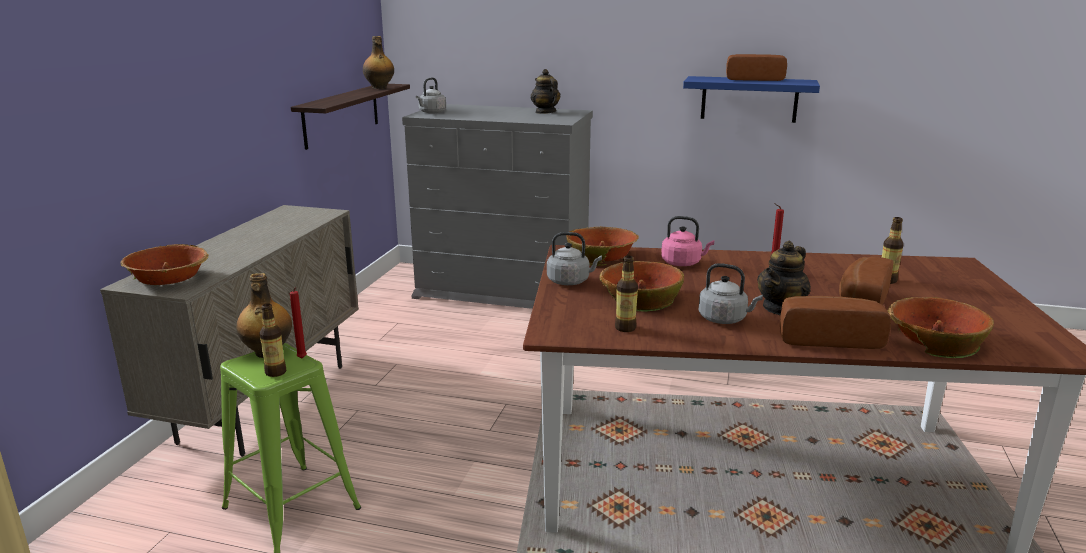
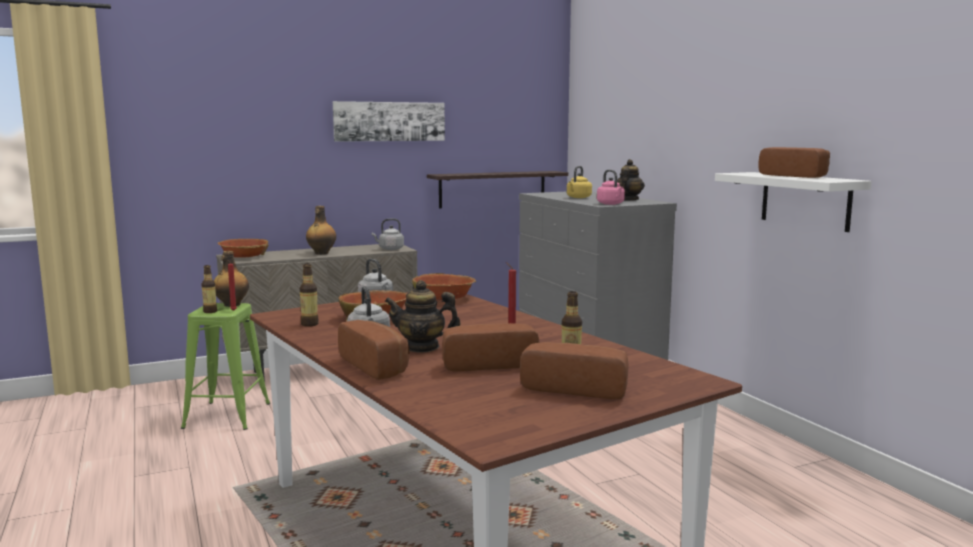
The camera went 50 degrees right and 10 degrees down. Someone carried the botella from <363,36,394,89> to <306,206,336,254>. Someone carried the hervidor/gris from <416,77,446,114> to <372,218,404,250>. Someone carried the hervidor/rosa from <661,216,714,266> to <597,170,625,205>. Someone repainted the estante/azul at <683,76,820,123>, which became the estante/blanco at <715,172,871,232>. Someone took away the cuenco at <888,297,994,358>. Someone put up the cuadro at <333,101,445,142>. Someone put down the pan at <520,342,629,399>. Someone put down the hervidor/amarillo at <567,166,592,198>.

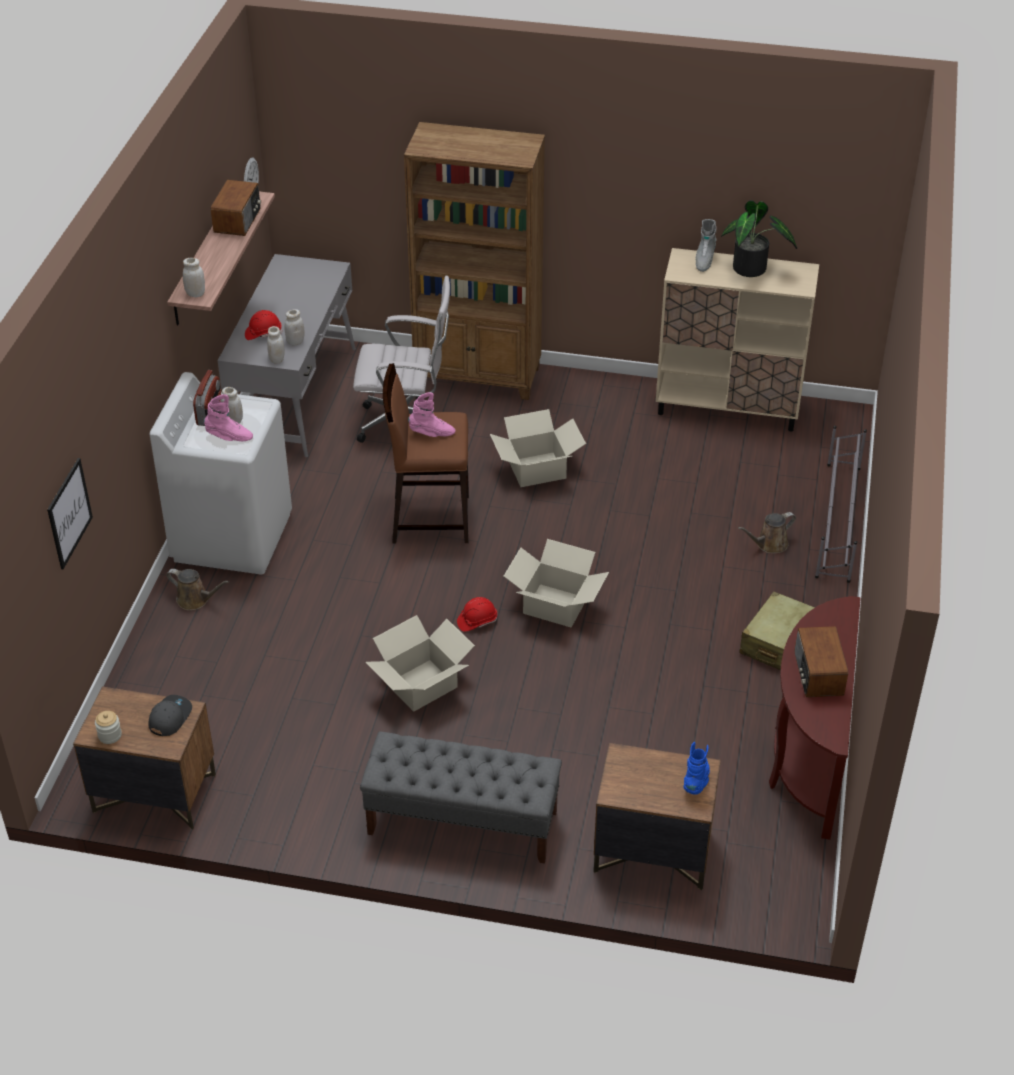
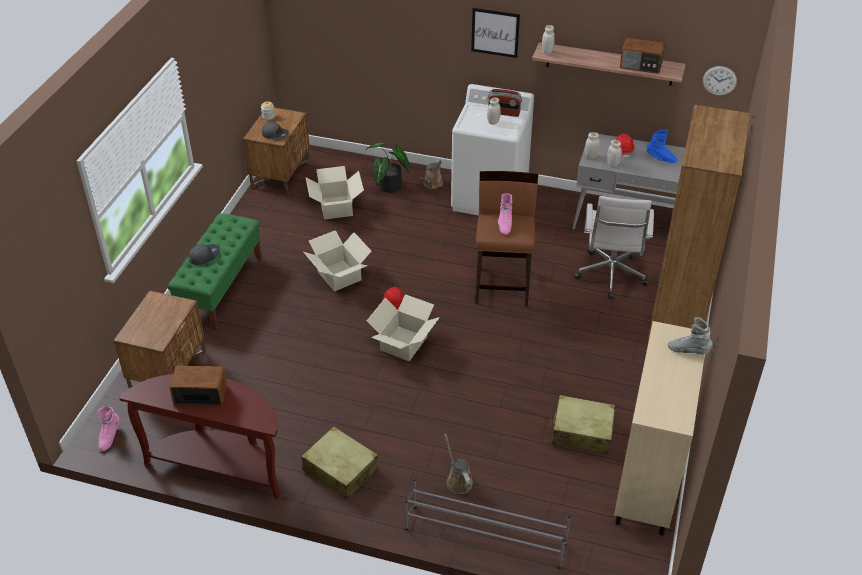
The camera went 95 degrees right and 0 degrees up. Someone carried the cuadro from <47,458,93,569> to <471,8,520,58>. Someone carried the bota/rosa from <204,394,253,441> to <97,406,120,451>. Someone repainted the banco/gris at <360,731,562,864>, which became the banco/verde at <167,213,262,330>. Someone carried the caja de cartón from <490,409,586,487> to <306,166,364,220>. Someone carried the bota/azul from <683,742,710,795> to <647,129,677,163>. Someone carried the planta en maceta from <721,200,797,277> to <366,142,409,192>. Someone put down the gorra/gris at <188,244,220,265>. Someone put down the maleta/beis at <551,395,615,454>.

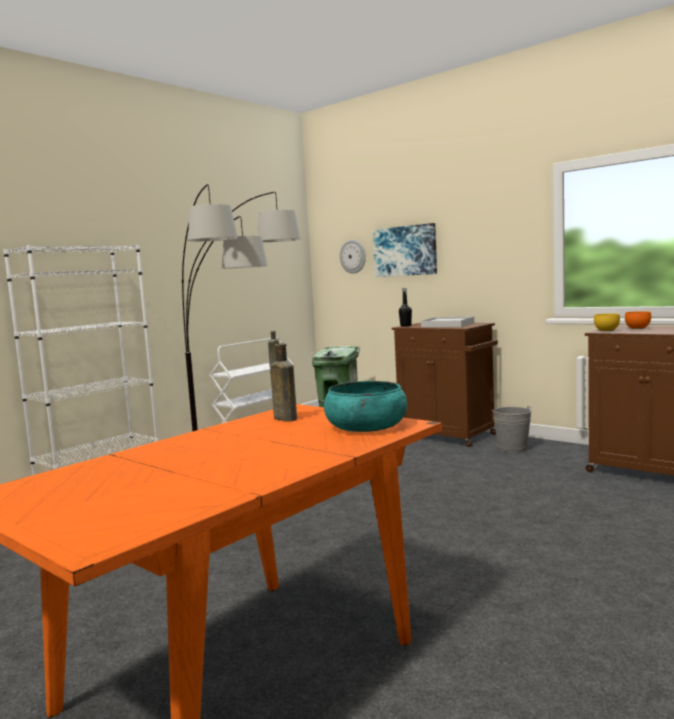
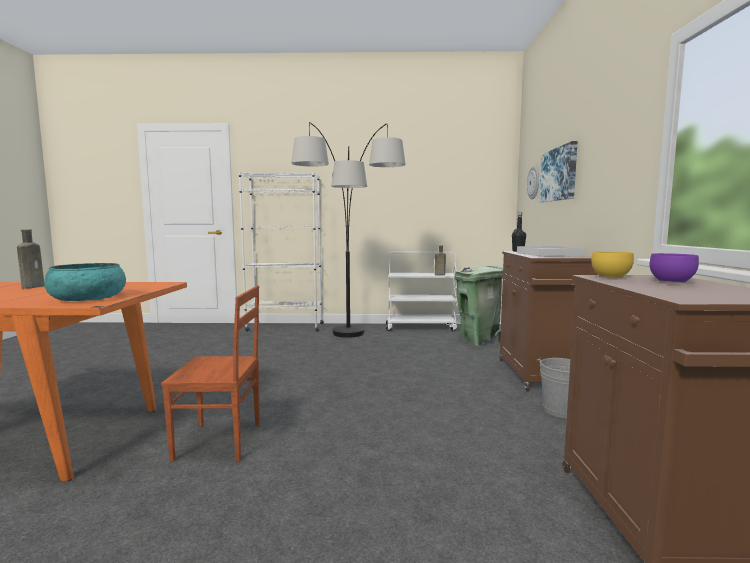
The camera went 50 degrees right and 0 degrees up. Someone carried the botella/marrón from <270,343,297,422> to <17,229,44,289>. Someone repainted the cuenco/naranja at <625,311,651,329>, which became the cuenco/morado at <650,253,699,283>. Someone put down the silla/marrón at <161,285,260,462>.

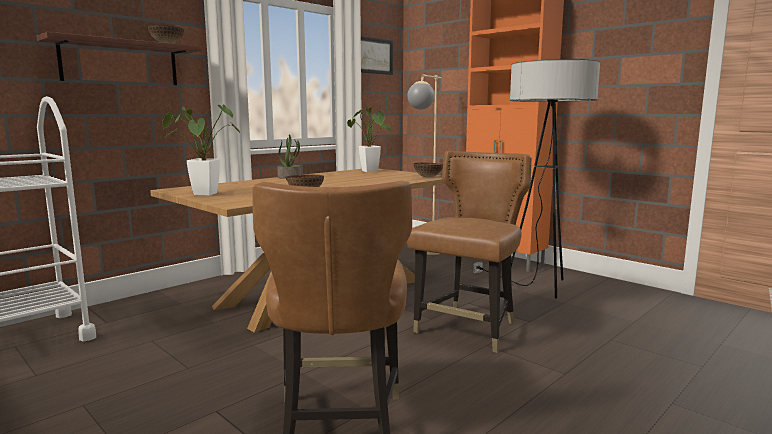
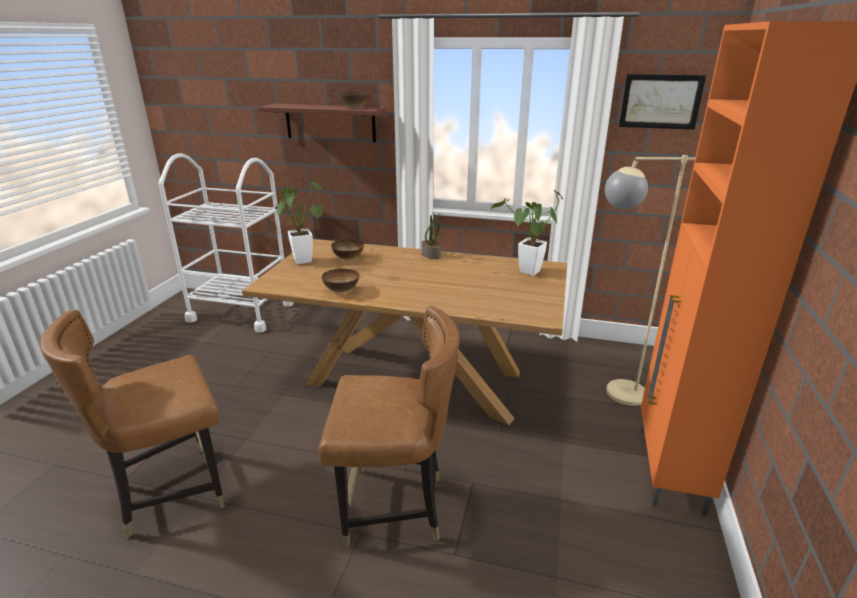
The camera went 60 degrees right and 15 degrees up. Someone carried the cuenco from <413,162,443,178> to <331,239,364,260>. Someone took away the lámpara de pie at <473,59,600,299>.

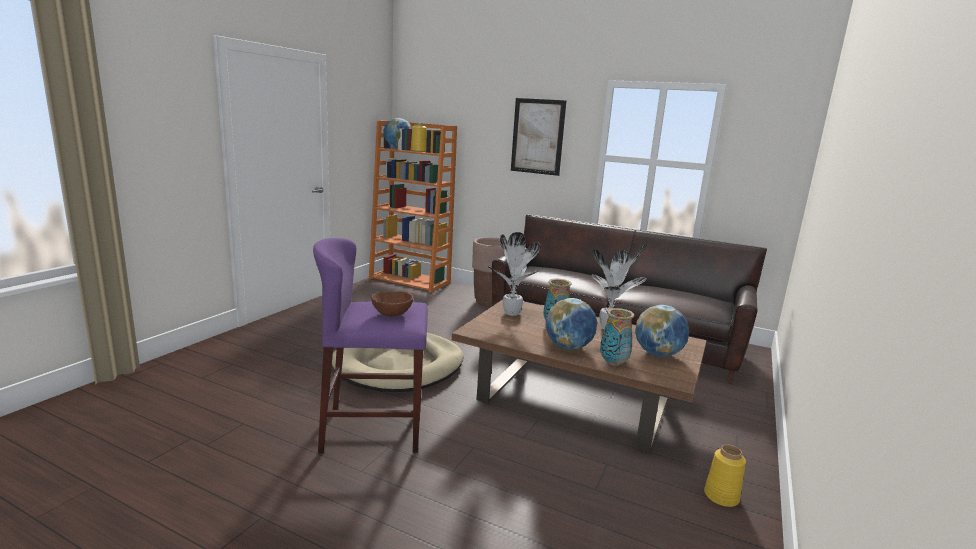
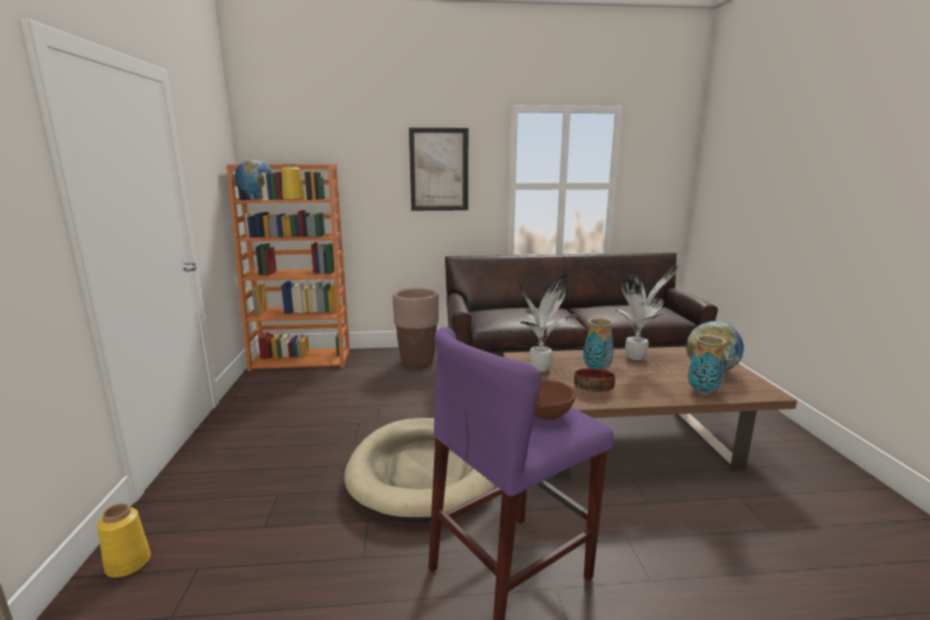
The camera went 30 degrees left and 0 degrees up. Someone took away the globo terráqueo at <545,298,597,350>. Someone carried the florero/amarillo from <704,444,746,507> to <97,503,151,578>. Someone put down the cuenco at <574,369,615,392>.

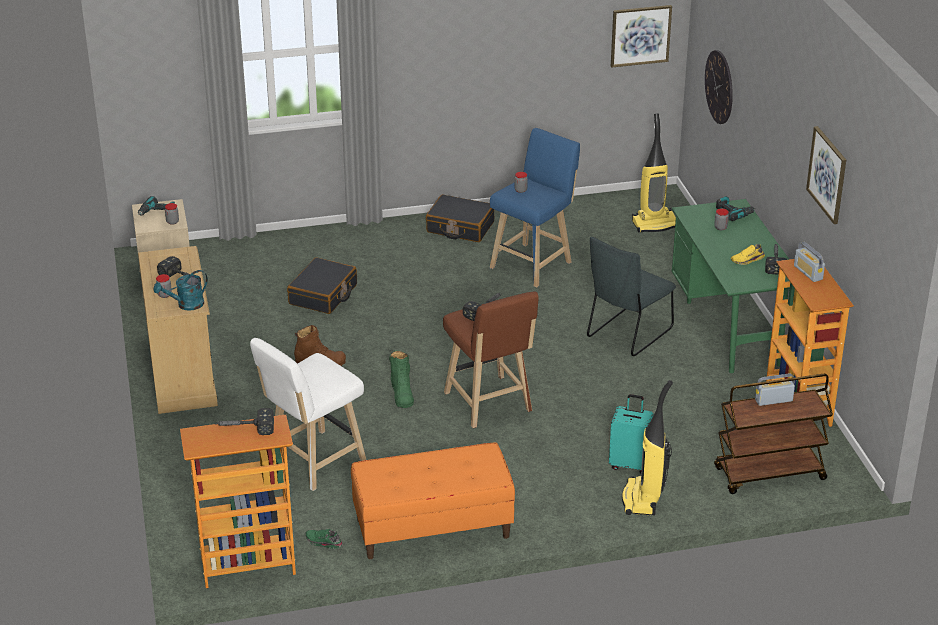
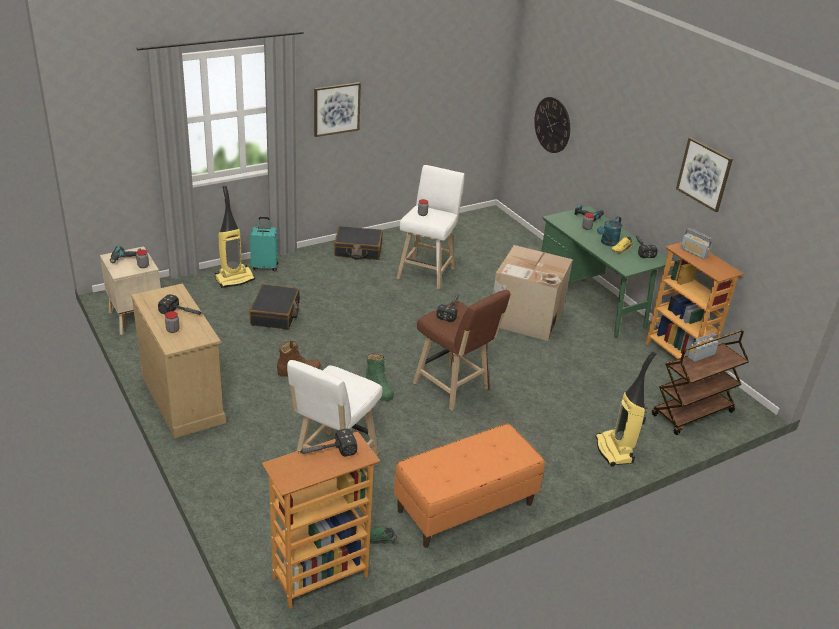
The camera went 20 degrees left and 0 degrees up. Someone carried the regadera/turquesa from <153,270,208,311> to <597,216,622,246>. Someone repainted the taburete/azul at <489,128,580,288>, which became the taburete/blanco at <397,165,465,290>. Someone swapped the silla/gris at <587,237,676,356> for the caja de cartón at <493,245,573,341>. Someone carried the maleta/turquesa from <609,394,653,473> to <250,217,278,271>. Someone carried the cuadro from <611,5,672,67> to <314,82,361,137>. Someone carried the aspiradora from <632,113,676,232> to <215,186,255,288>.

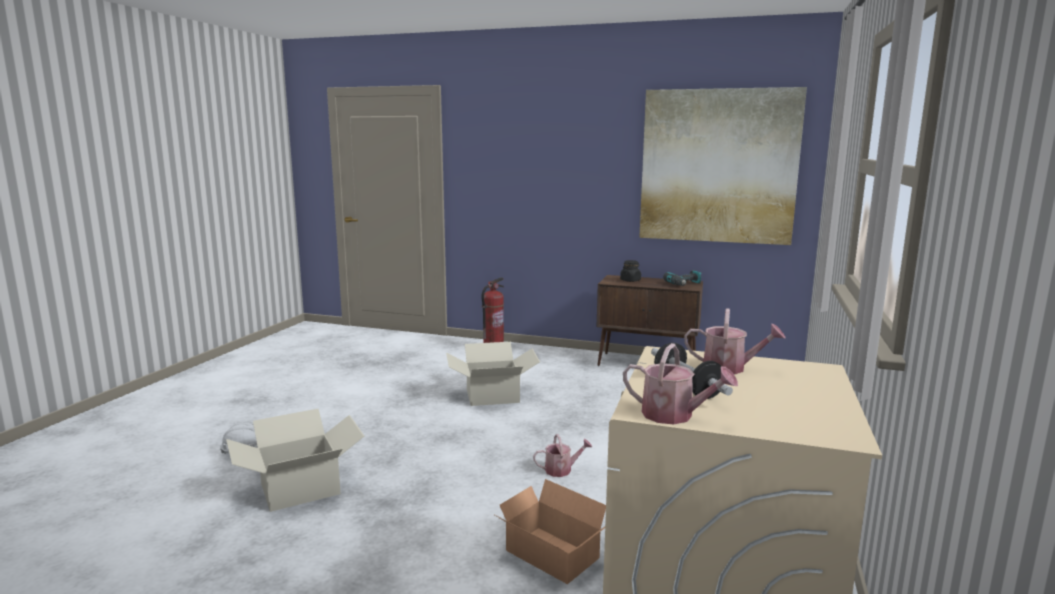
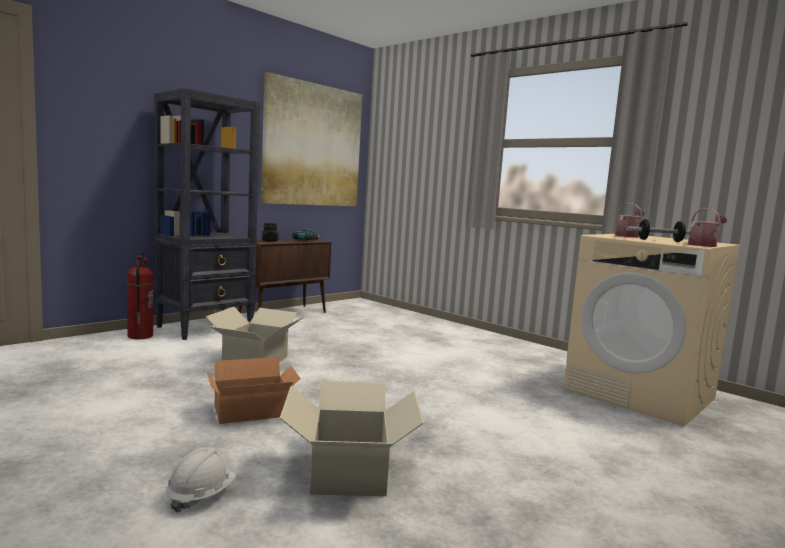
The camera went 65 degrees left and 5 degrees down. Someone carried the caja de cartón from <495,479,606,584> to <206,357,300,424>. Someone took away the regadera at <533,434,592,477>. Someone put down the estantería/negro at <154,88,260,340>.

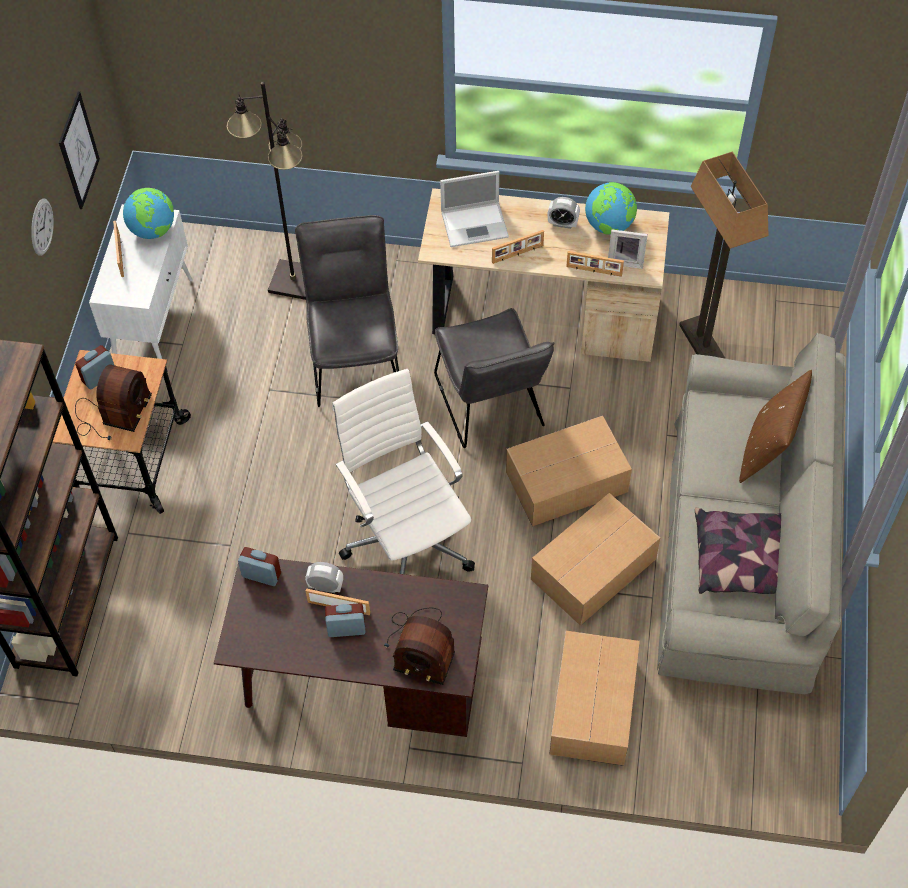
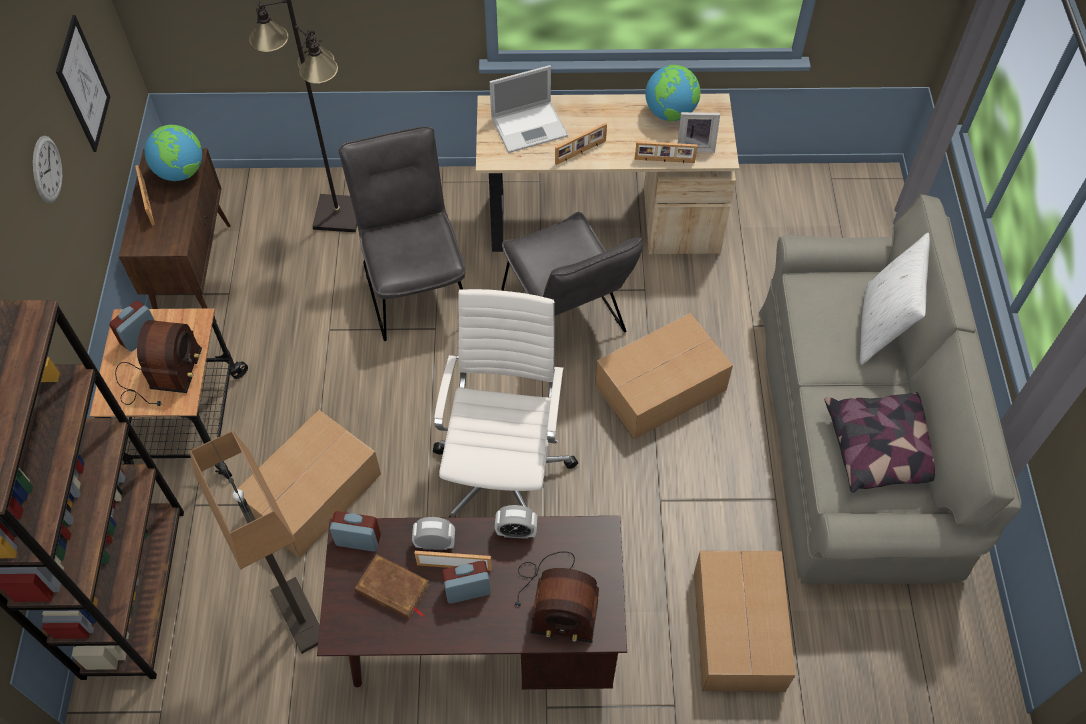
The camera went 10 degrees left and 0 degrees up. Someone repainted the armario/blanco at <89,204,192,359>, which became the armario/marrón at <119,148,231,309>. Someone rotated the silla de oficina/blanco at <332,369,475,574> by 45 degrees clockwise. Someone carried the caja de cartón from <531,493,660,626> to <238,410,381,559>. Someone carried the despertador from <547,197,580,229> to <495,505,537,539>. Someone carried the lámpara de pie from <679,151,769,359> to <190,431,320,654>. Someone repainted the cojín/marrón at <739,370,812,483>, which became the cojín/blanco at <860,233,930,365>. Someone put down the libro/marrón at <355,554,430,619>.

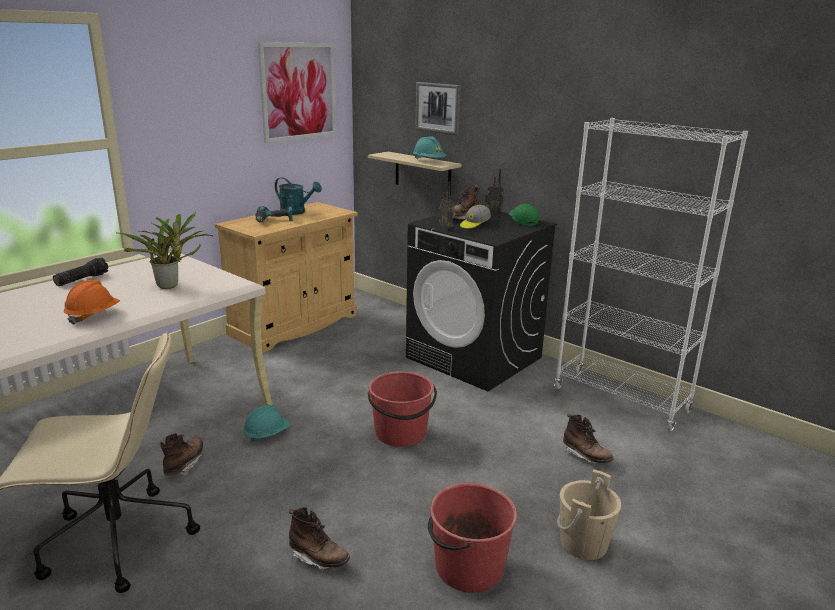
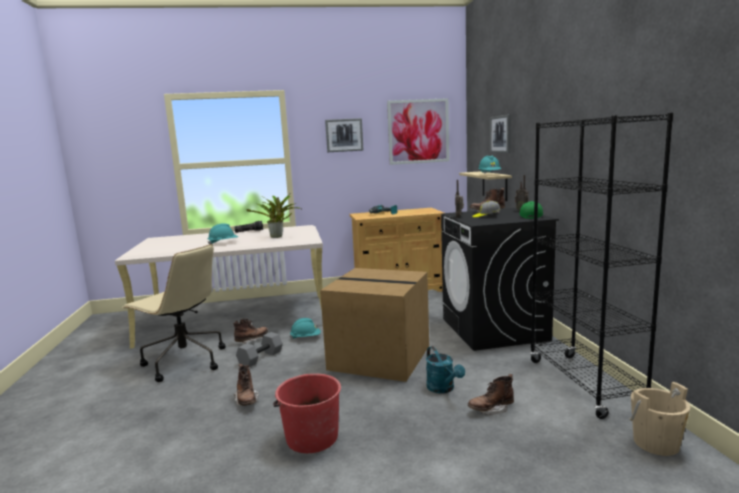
The camera went 40 degrees right and 10 degrees down. Someone repainted the casco/naranja at <64,280,120,325>, which became the casco/turquesa at <207,223,238,244>. Someone carried the regadera/turquesa from <275,177,322,215> to <426,346,465,393>. Someone swapped the cubo/rojo at <367,371,437,447> for the caja de cartón at <320,268,429,382>. Someone repainted the estantería/blanco at <554,118,748,432>, which became the estantería/negro at <530,113,674,419>. Someone carried the cubo/beis from <557,469,621,560> to <630,382,690,456>. Someone rotated the bota/marrón at <563,414,614,463> by 75 degrees clockwise. Someone put down the mancuerna/gris at <236,332,283,367>. Someone put up the cuadro at <325,118,363,152>.

